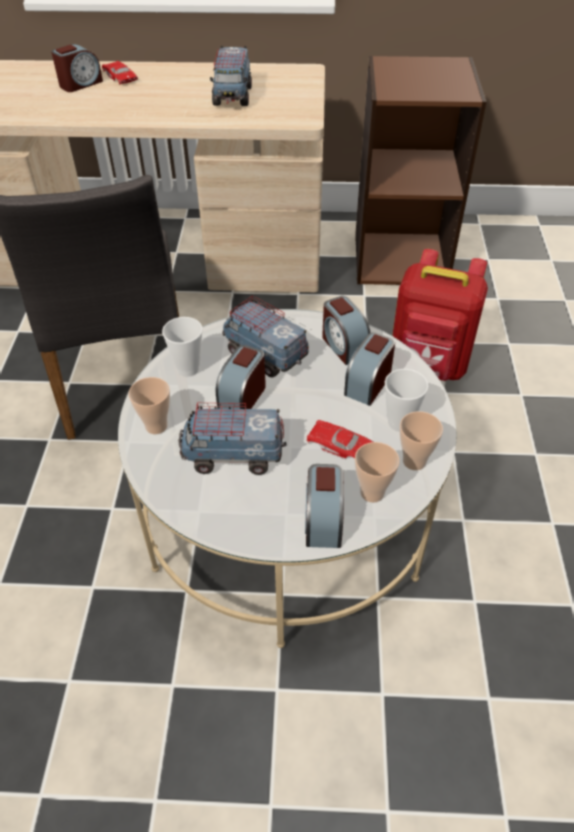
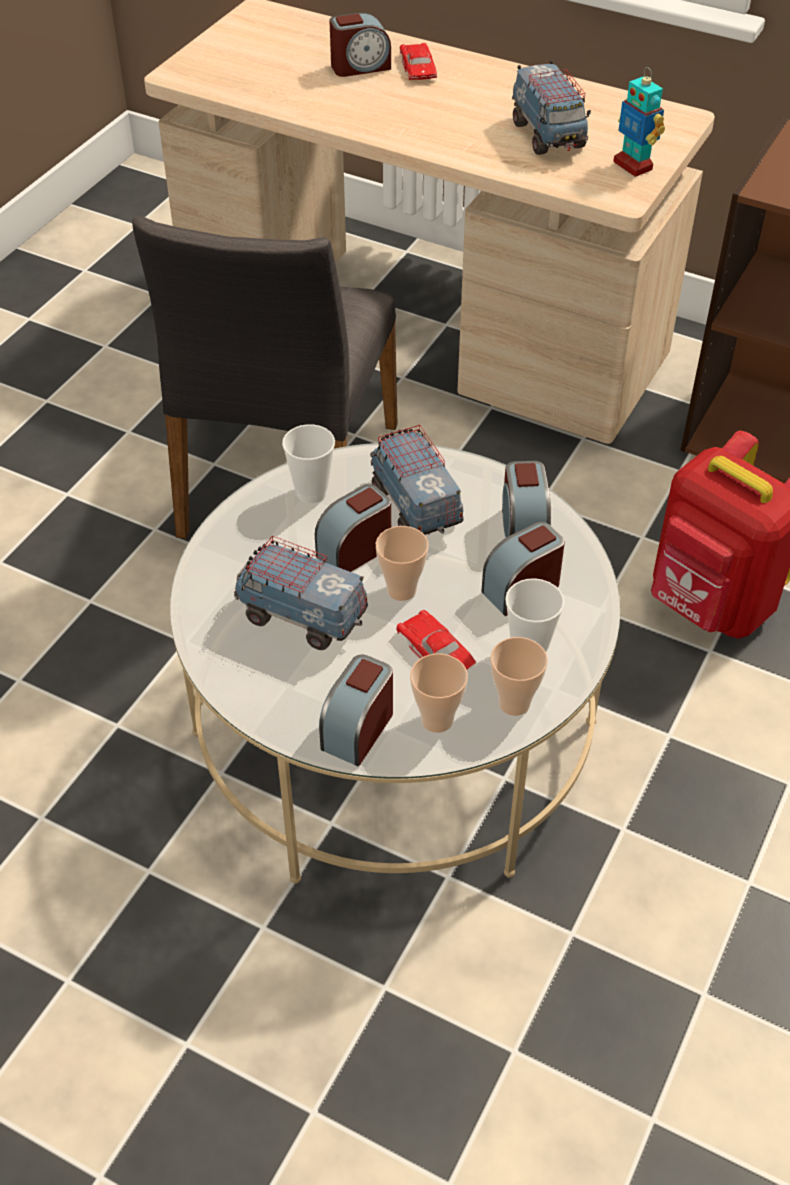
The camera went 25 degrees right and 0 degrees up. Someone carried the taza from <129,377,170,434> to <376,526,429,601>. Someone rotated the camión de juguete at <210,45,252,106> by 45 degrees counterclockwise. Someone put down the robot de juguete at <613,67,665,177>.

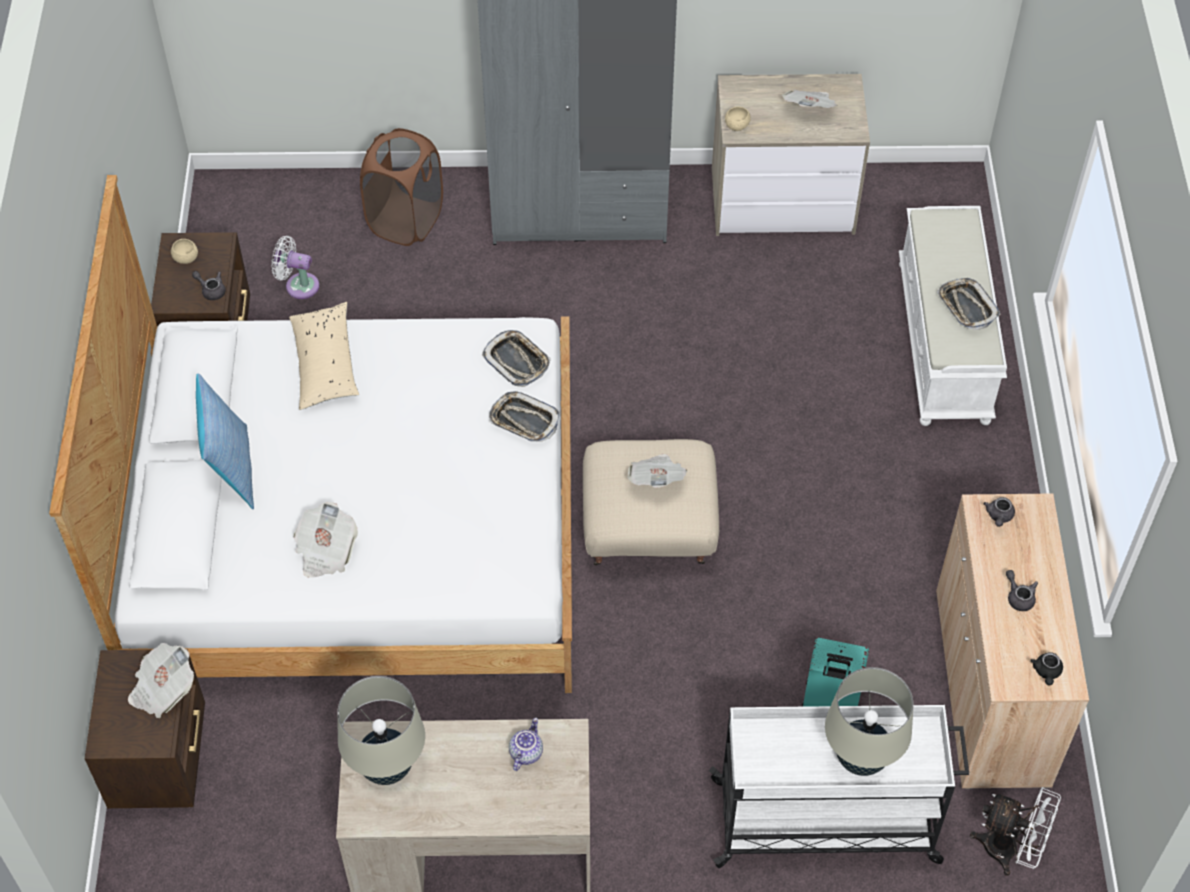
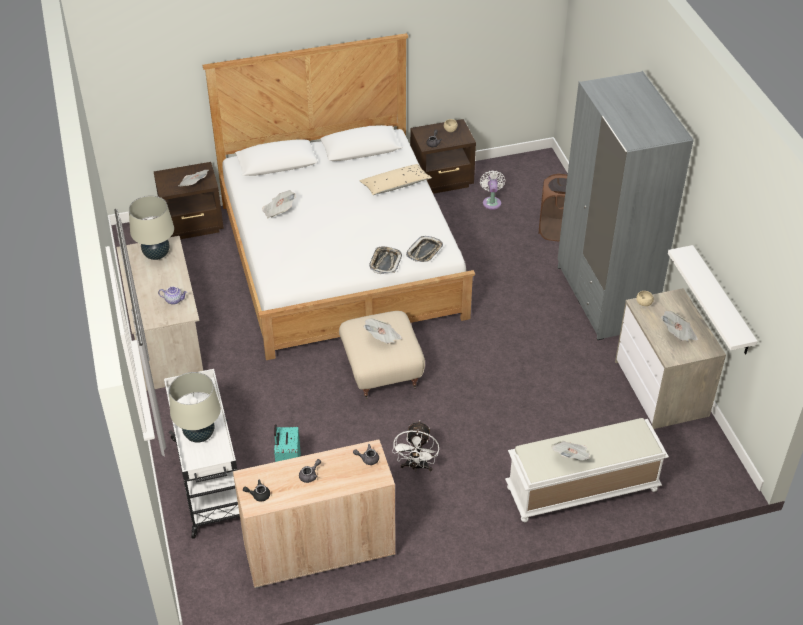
The camera went 75 degrees right and 10 degrees down. Someone took away the cojín at <196,374,254,509>. Someone swapped the bandeja at <937,278,1001,330> for the periódico at <551,441,590,460>. Someone carried the ventilador/blanco from <970,787,1061,876> to <392,420,439,471>. Someone put up the estante/blanco at <668,245,757,354>.

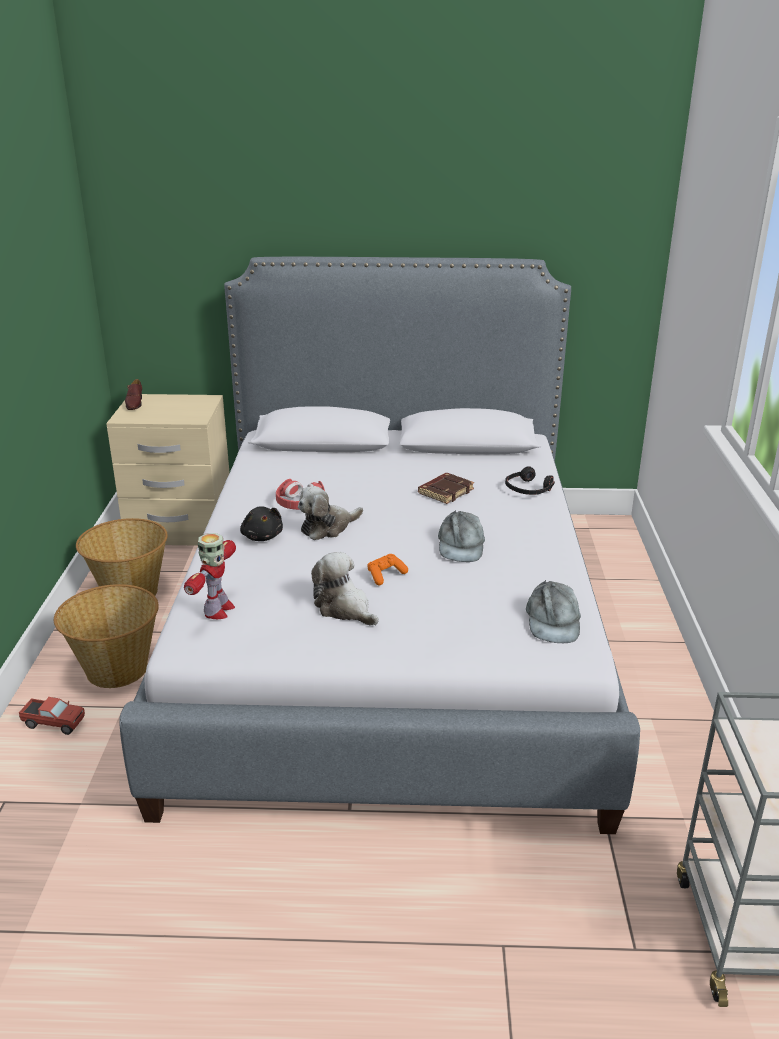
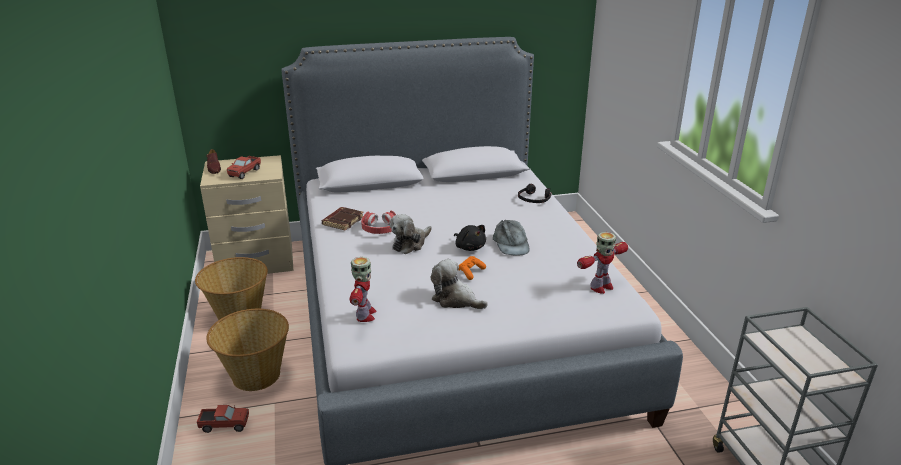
The camera went 15 degrees left and 0 degrees up. Someone carried the peluche/negro from <240,506,283,541> to <454,225,486,251>. Someone carried the libro/marrón from <418,473,474,504> to <322,207,363,231>. Someone swapped the gorra/gris at <526,580,581,643> for the robot de juguete at <577,232,628,294>. Someone put down the camión de juguete at <227,156,261,179>.

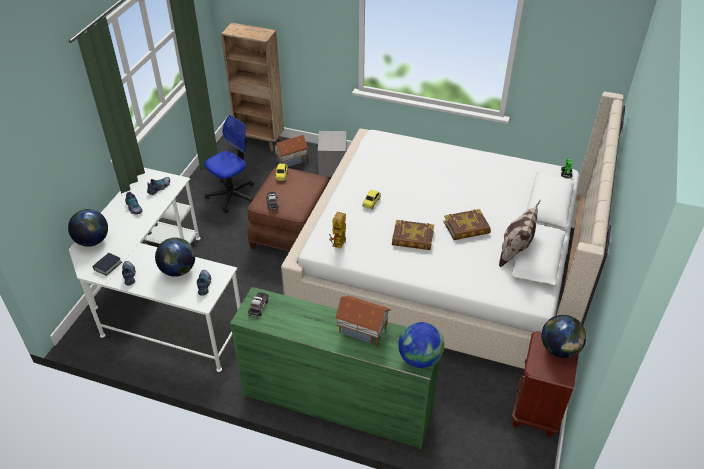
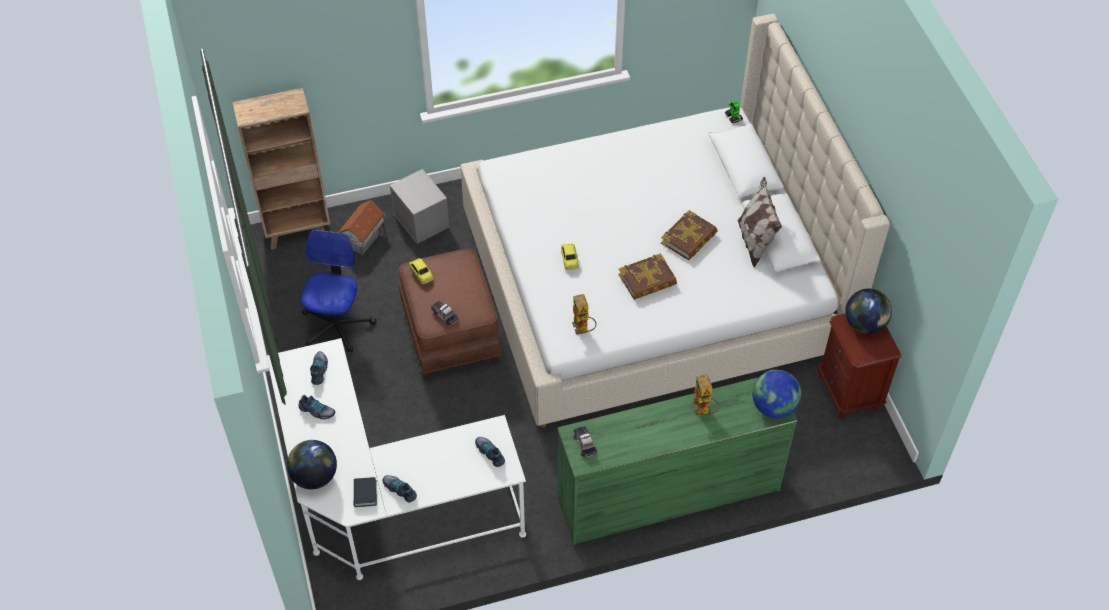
The camera went 35 degrees left and 10 degrees up. Someone took away the globo terráqueo at <155,237,195,277>. Someone swapped the casita at <335,296,391,348> for the robot de juguete at <692,374,719,416>.

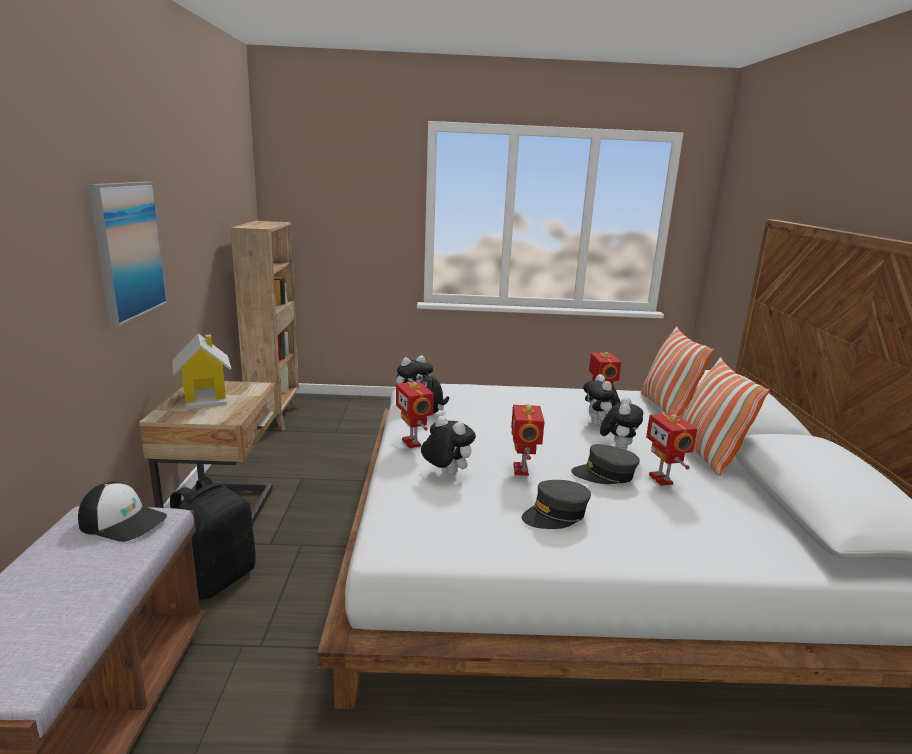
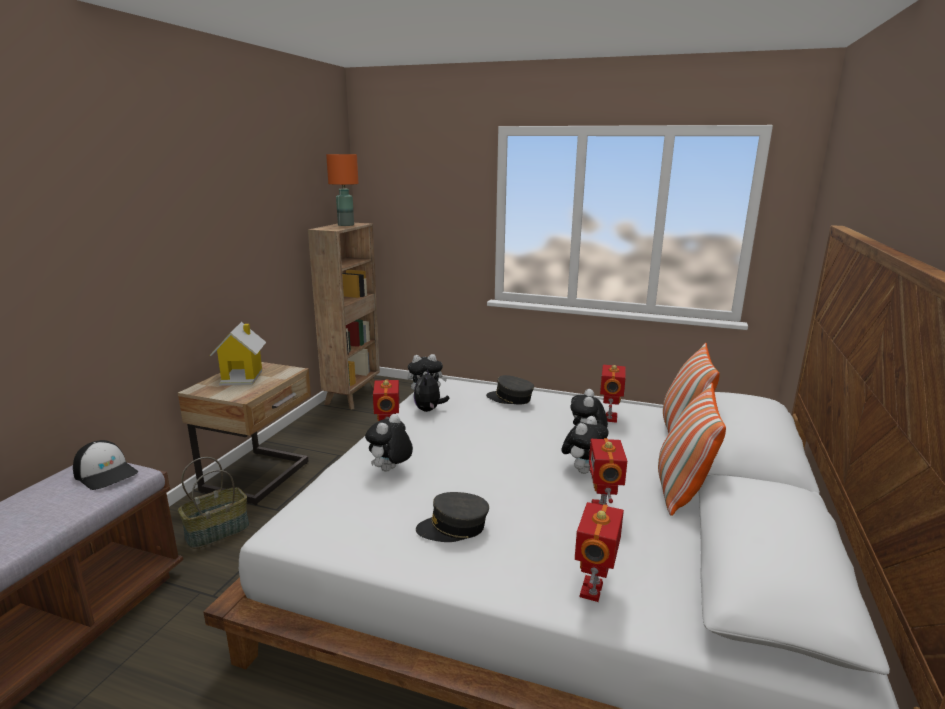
The camera went 20 degrees right and 0 degrees up. Someone took away the cuadro at <88,181,168,327>. Someone swapped the mochila/negro at <170,477,256,600> for the cesta at <178,457,249,549>. Someone rotated the peluche at <421,416,476,475> by 120 degrees counterclockwise. Someone carried the robot de juguete from <511,404,544,476> to <575,502,624,602>. Someone carried the gorra/gris from <571,444,640,484> to <486,375,534,404>. Someone put down the lámpara de mesa/naranja at <326,154,359,226>.

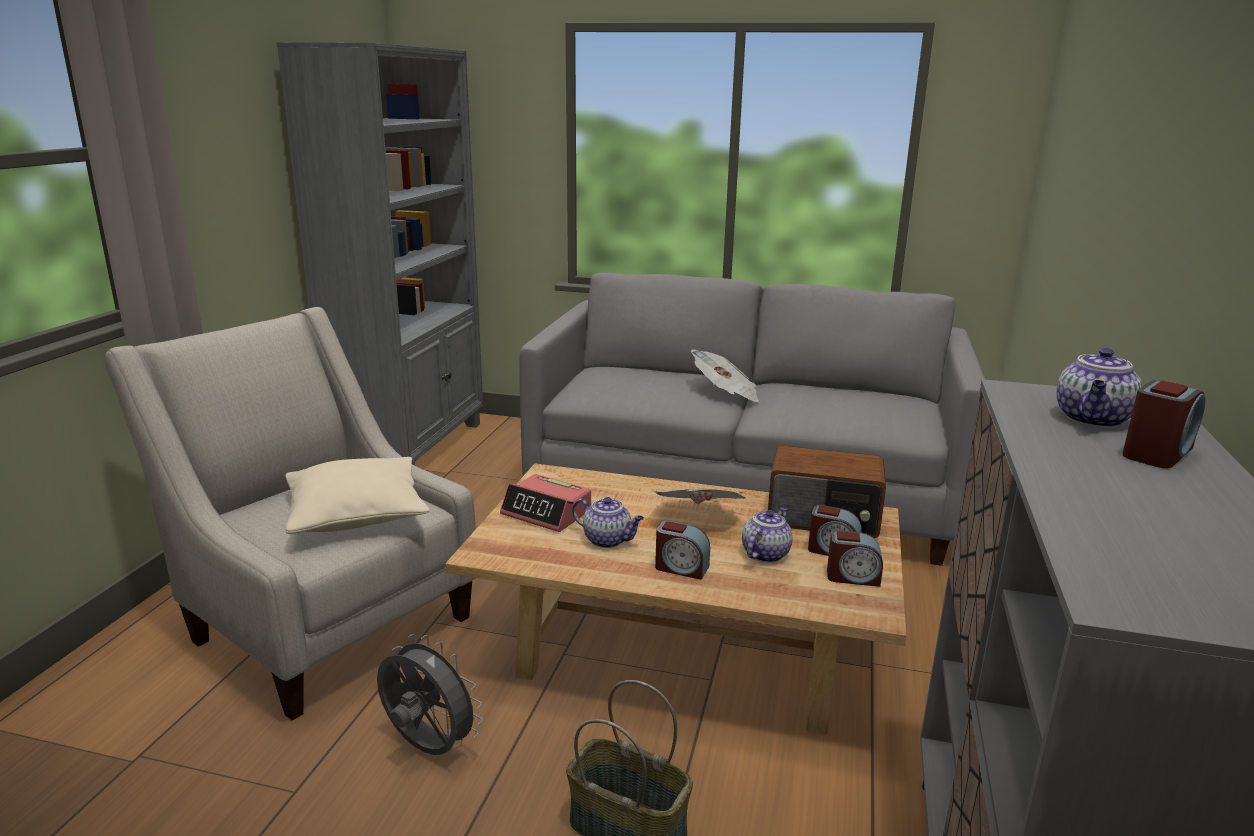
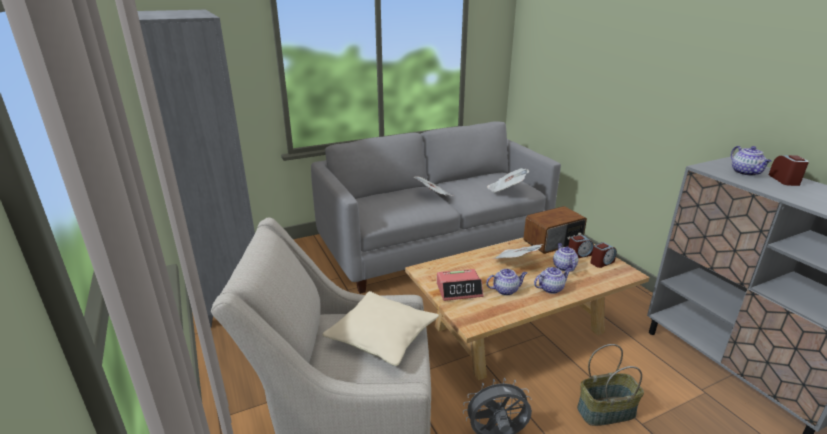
The camera went 40 degrees left and 5 degrees up. Someone swapped the despertador at <655,520,710,580> for the tetera at <534,267,571,294>. Someone put down the periódico at <487,168,529,193>.

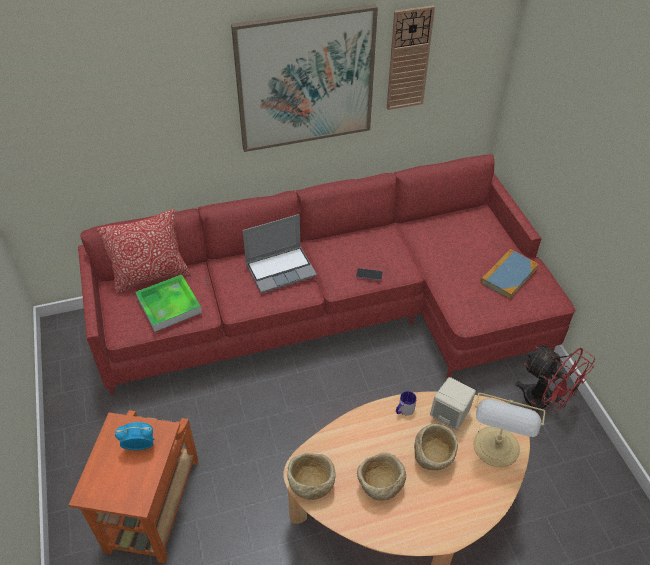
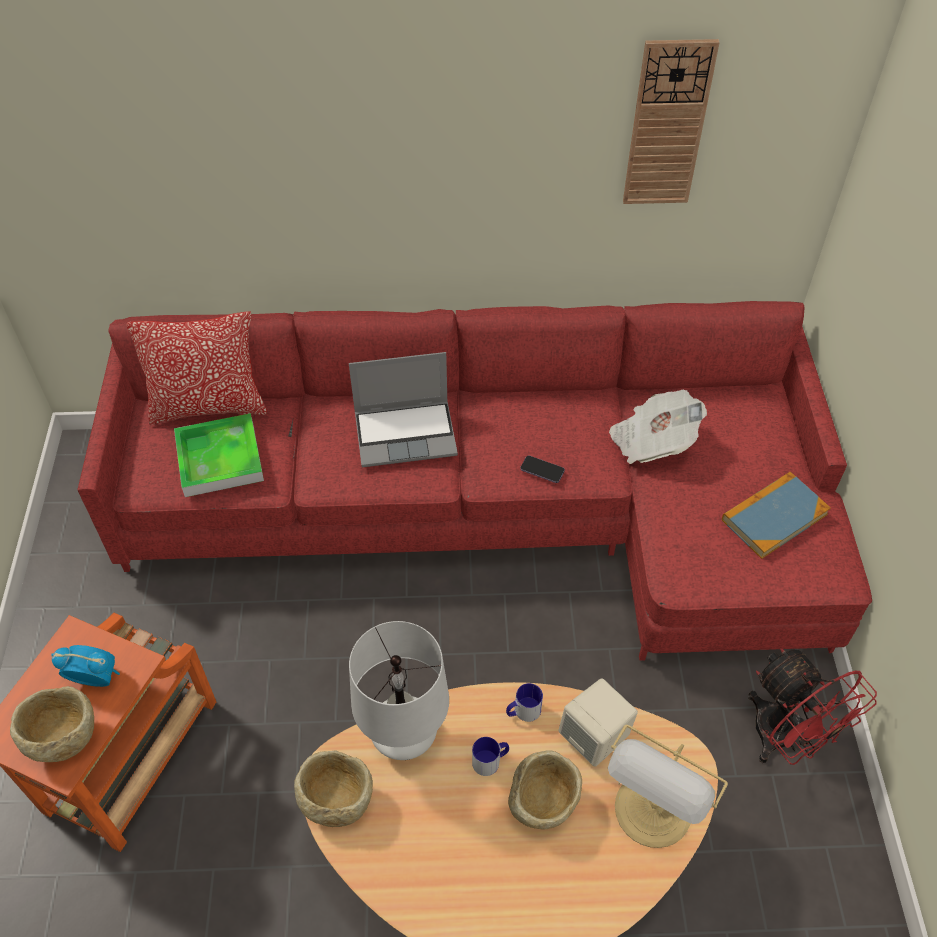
The camera went 15 degrees right and 5 degrees up. Someone took away the cuadro at <231,4,378,152>. Someone carried the cuenco/beis from <357,452,406,501> to <10,686,94,762>. Someone put down the lámpara de mesa/blanco at <349,621,449,760>. Someone put down the taza grande at <472,737,509,776>. Someone put down the periódico at <609,390,707,464>.

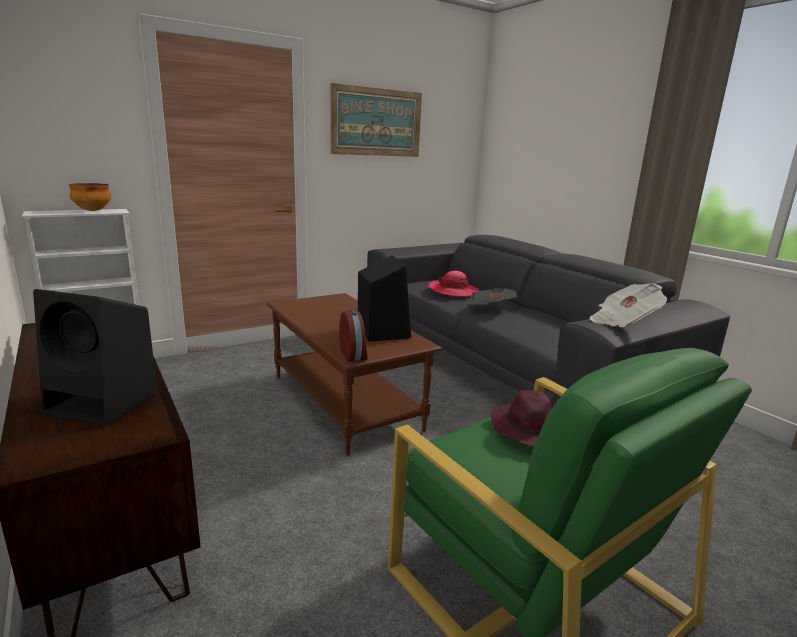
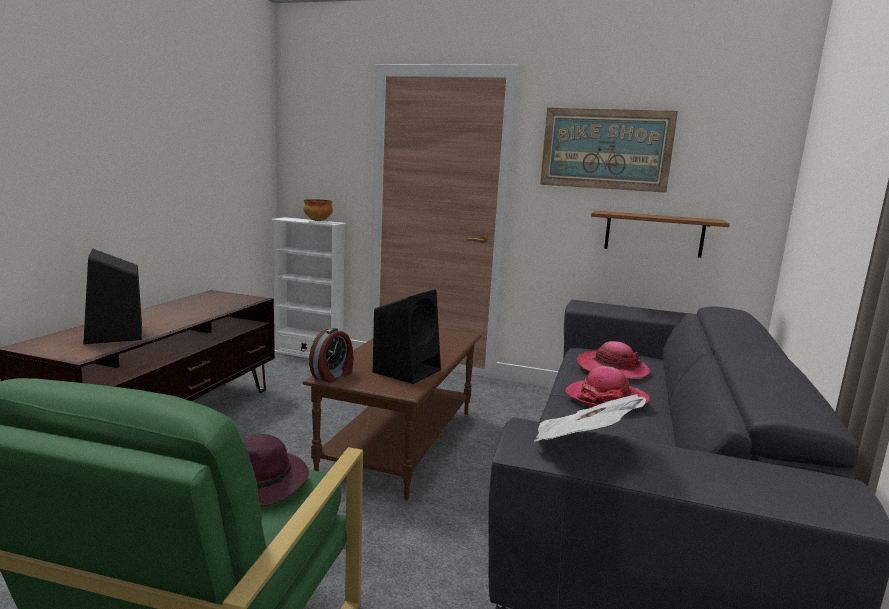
The camera went 50 degrees right and 5 degrees down. Someone swapped the periódico at <471,288,517,302> for the sombrero at <565,366,650,407>. Someone put up the estante/marrón at <591,211,730,258>.

